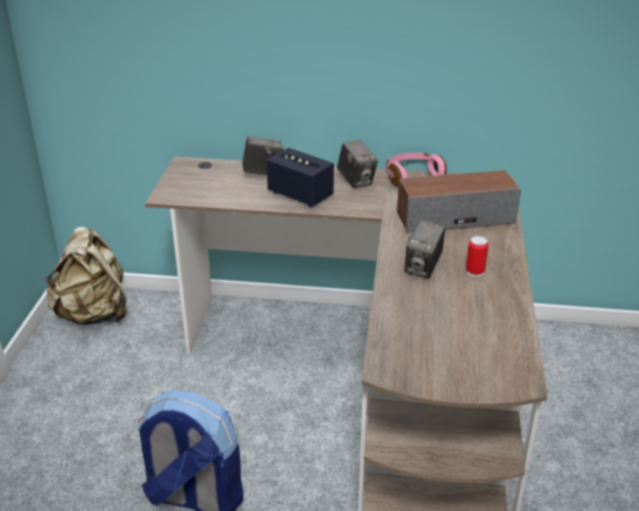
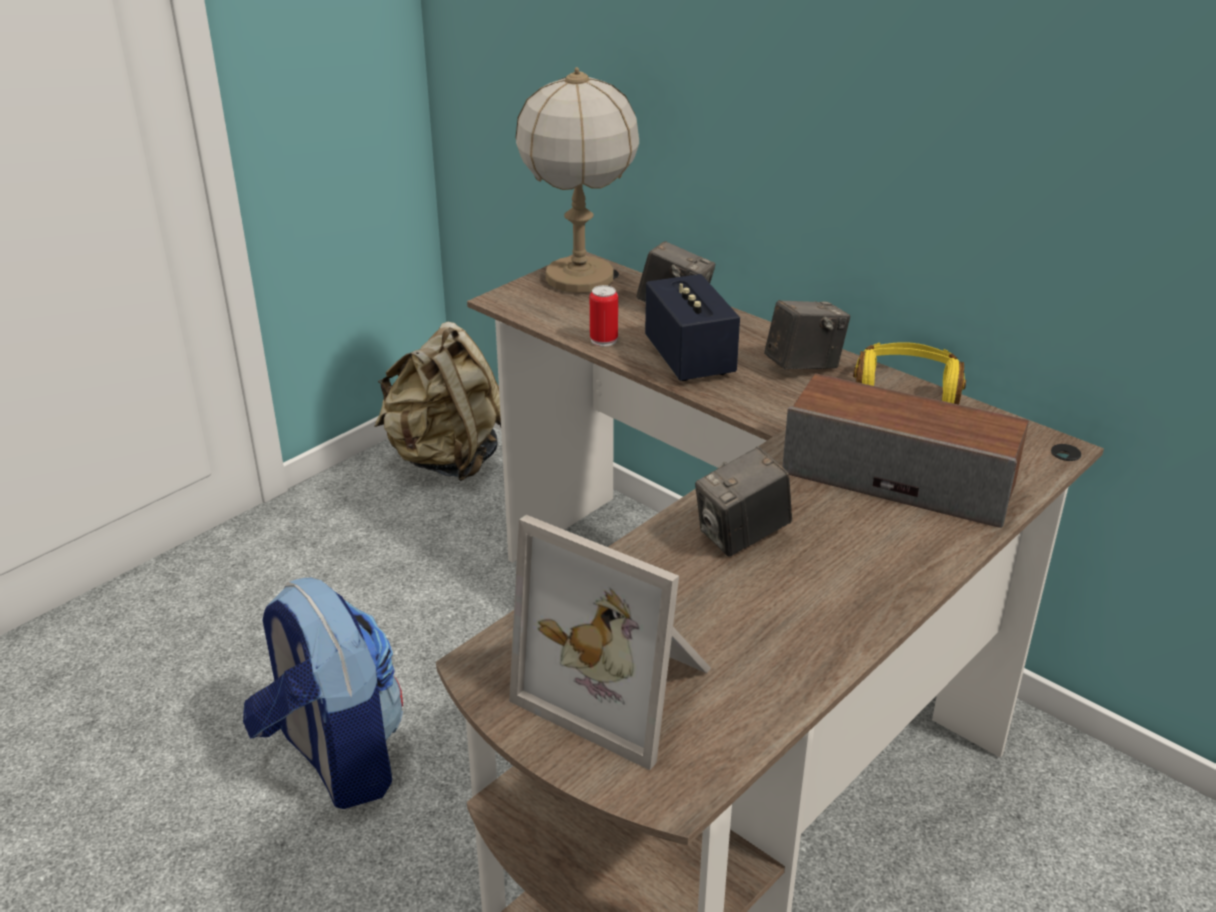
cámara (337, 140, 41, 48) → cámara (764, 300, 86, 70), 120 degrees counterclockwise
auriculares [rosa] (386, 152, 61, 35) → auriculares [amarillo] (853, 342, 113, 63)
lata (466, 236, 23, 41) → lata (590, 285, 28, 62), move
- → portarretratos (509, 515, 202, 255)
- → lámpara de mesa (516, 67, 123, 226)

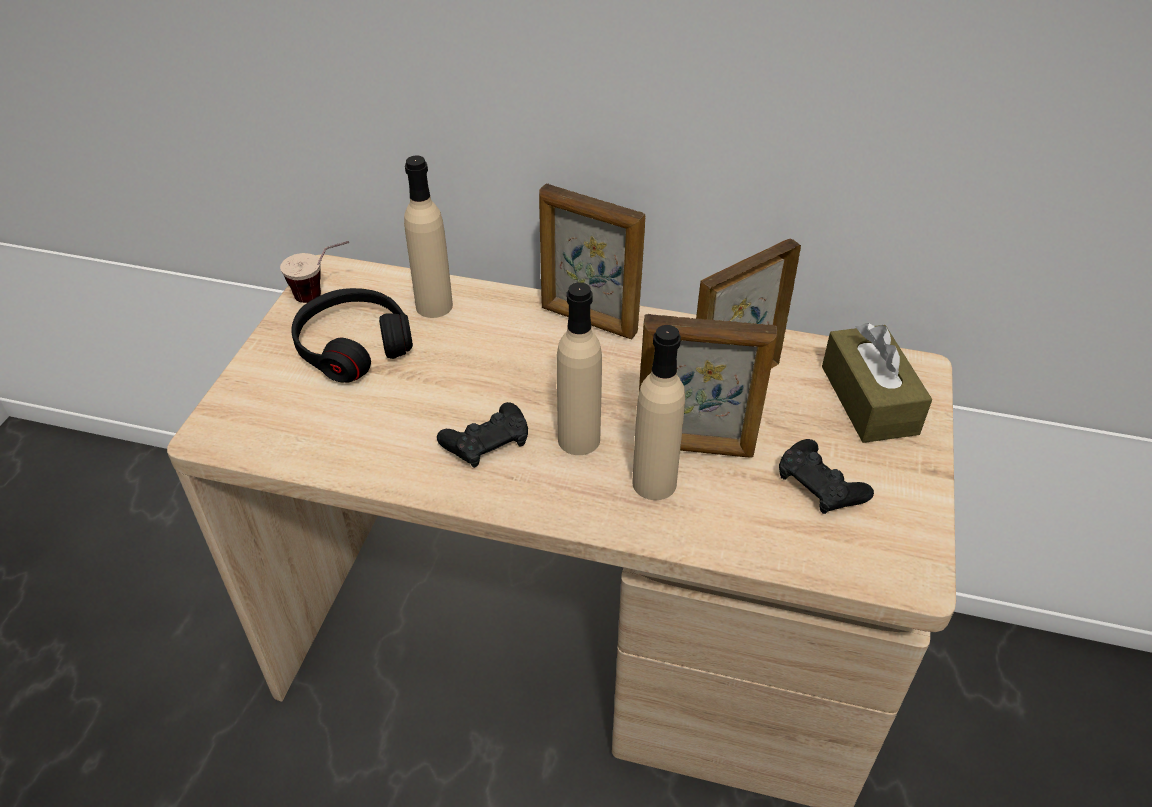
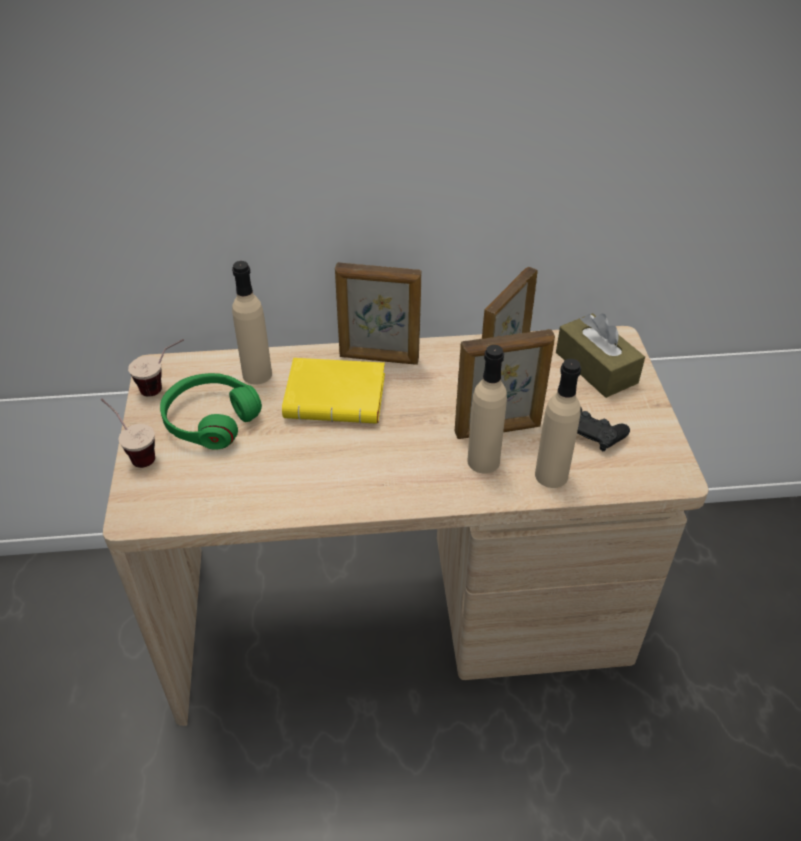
auriculares [negro] (291, 288, 122, 95) → auriculares [verde] (160, 373, 102, 77)
mando de consola [negro] (437, 402, 91, 66) → -
botella [beis] (557, 282, 45, 173) → botella [beis] (535, 359, 46, 129), move
- → taza (101, 398, 54, 70)
- → libro [amarillo] (282, 358, 103, 66)

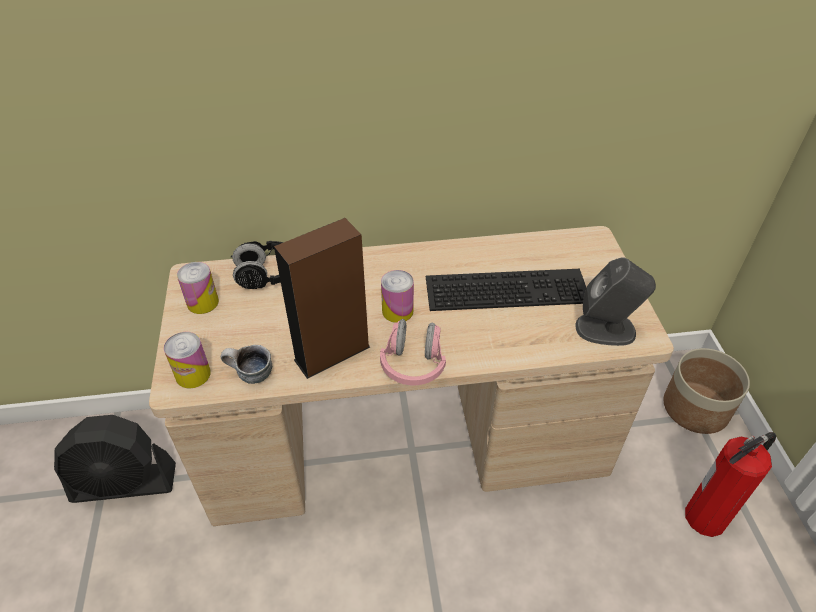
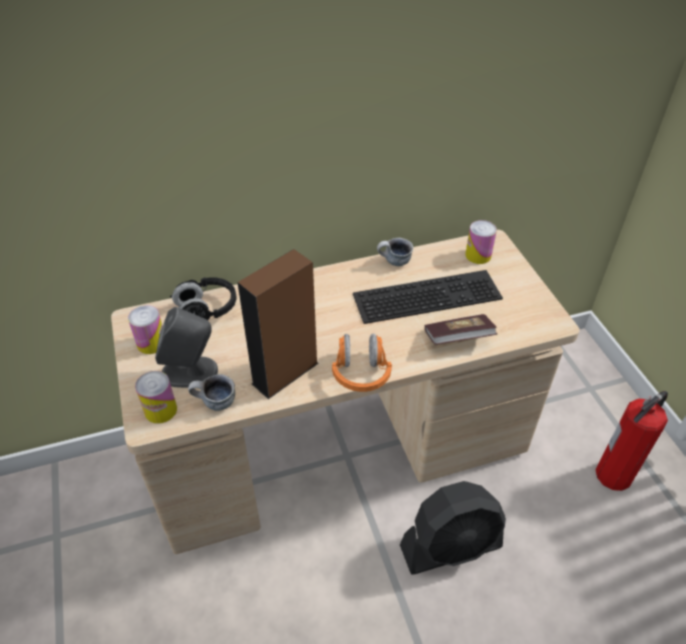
ventilador [negro] (54, 415, 122, 88) → ventilador [negro] (400, 481, 106, 94), move
auriculares [rosa] (380, 319, 66, 66) → auriculares [naranja] (332, 334, 60, 58)
lata (381, 270, 33, 53) → lata (465, 220, 32, 44), move
altavoz [gris] (575, 257, 81, 89) → altavoz [gris] (155, 307, 63, 81), move
maceta (664, 348, 86, 86) → -
- → taza grande (377, 238, 36, 28)
- → libro (425, 314, 72, 31)

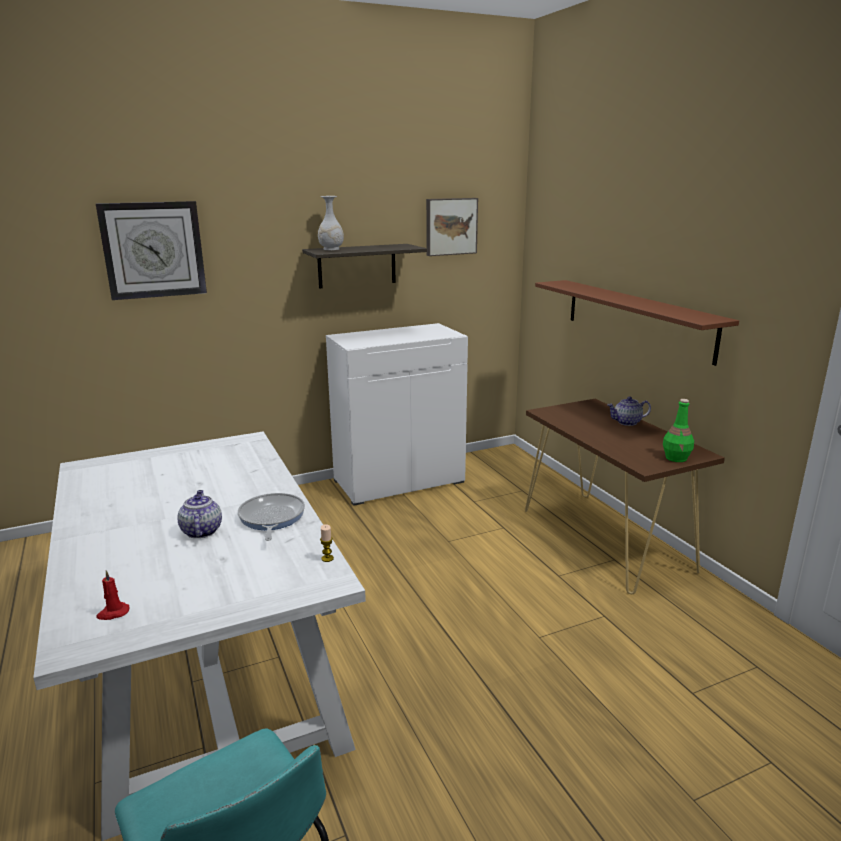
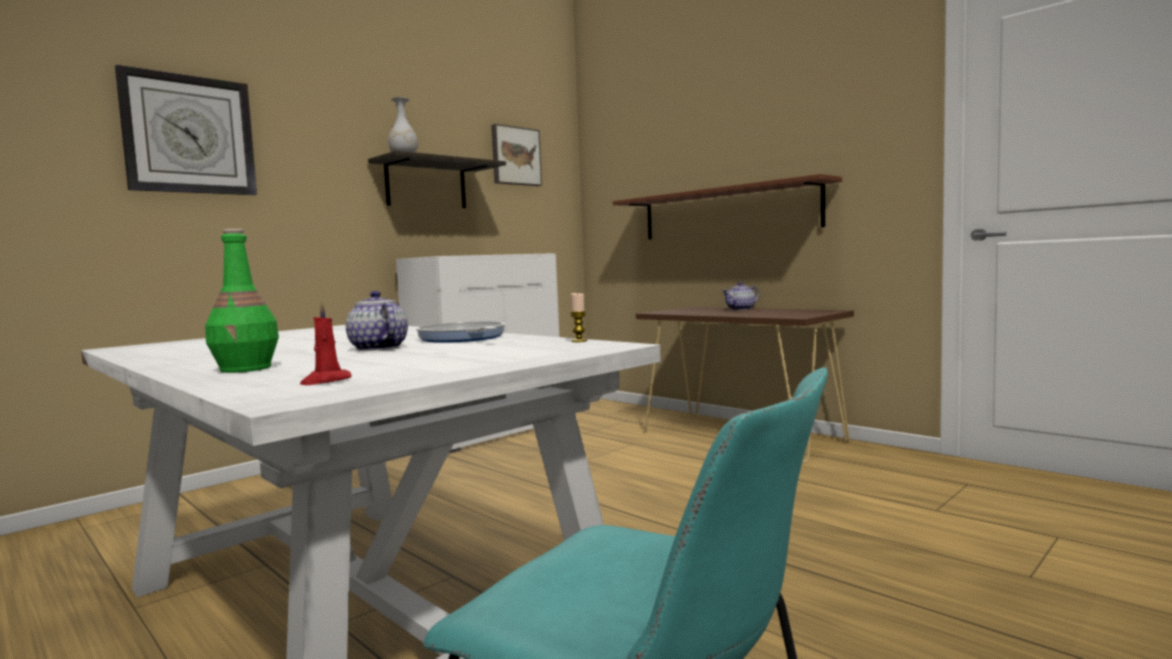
botella [verde] (663, 399, 31, 63) → botella [verde] (205, 229, 74, 144), move

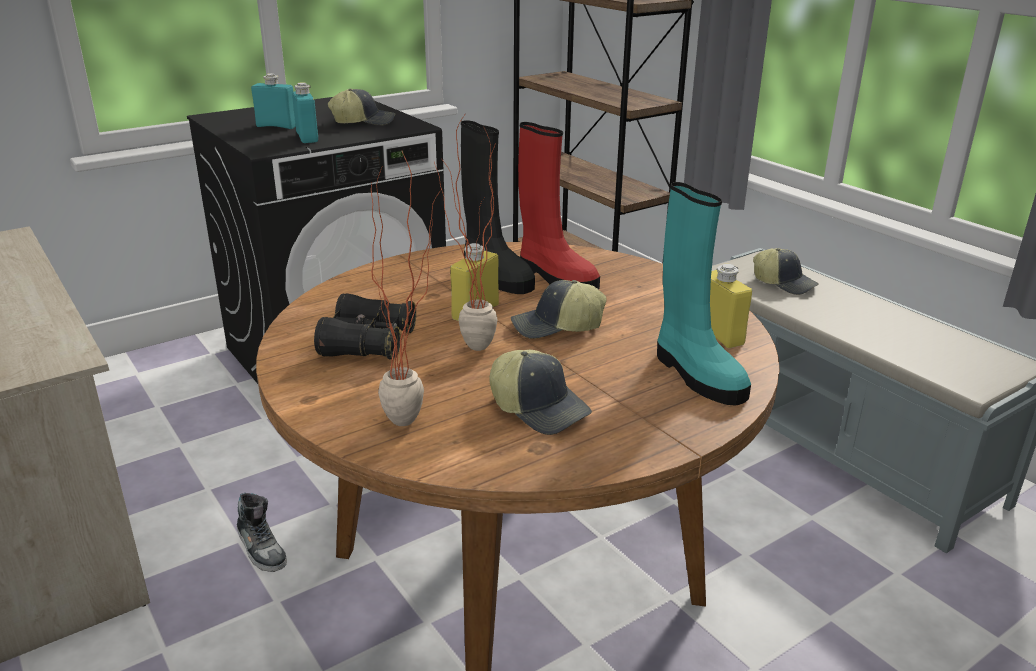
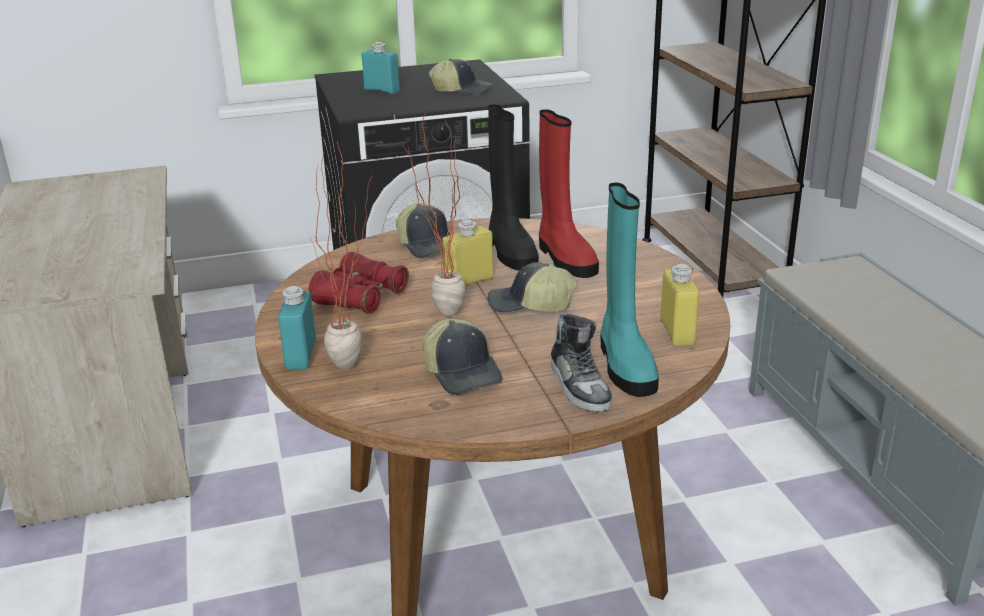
zapato (237, 493, 50, 79) → zapato (550, 314, 62, 98), move
botella [turquesa] (292, 82, 26, 61) → botella [turquesa] (278, 286, 38, 84), move
prismáticos [negro] (314, 293, 102, 67) → prismáticos [rojo] (309, 252, 100, 62)
gorra (753, 248, 66, 47) → gorra (396, 203, 54, 55), move

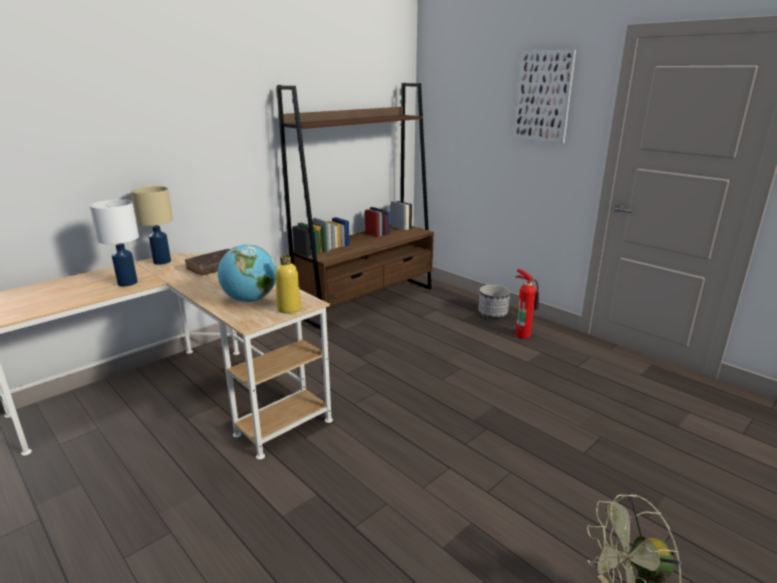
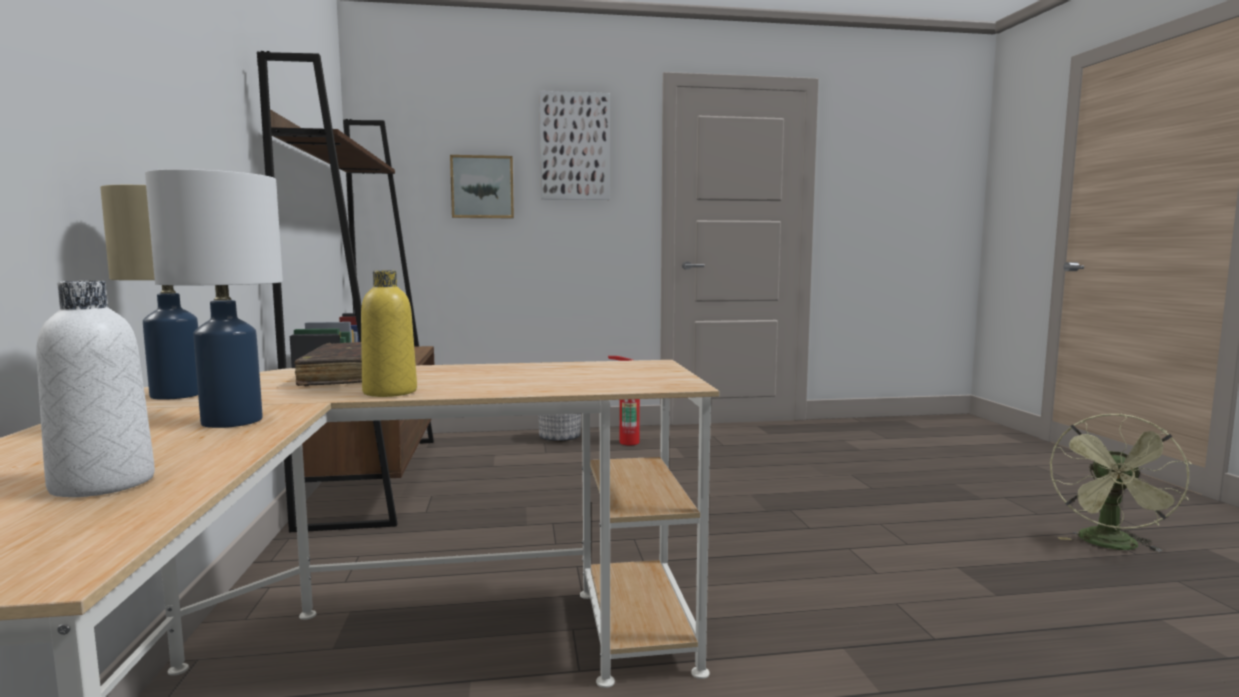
globo terráqueo (218, 245, 58, 57) → -
botella [amarillo] (275, 255, 26, 59) → botella [amarillo] (361, 271, 56, 126), move
- → botella [blanco] (36, 281, 119, 216)
- → cuadro (450, 155, 64, 63)

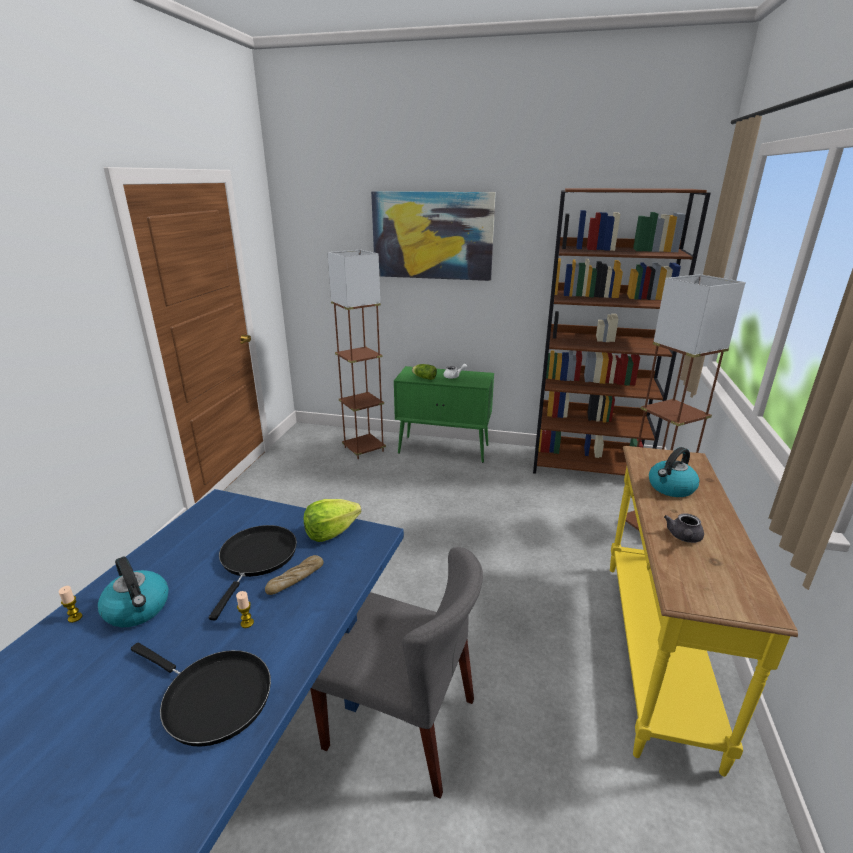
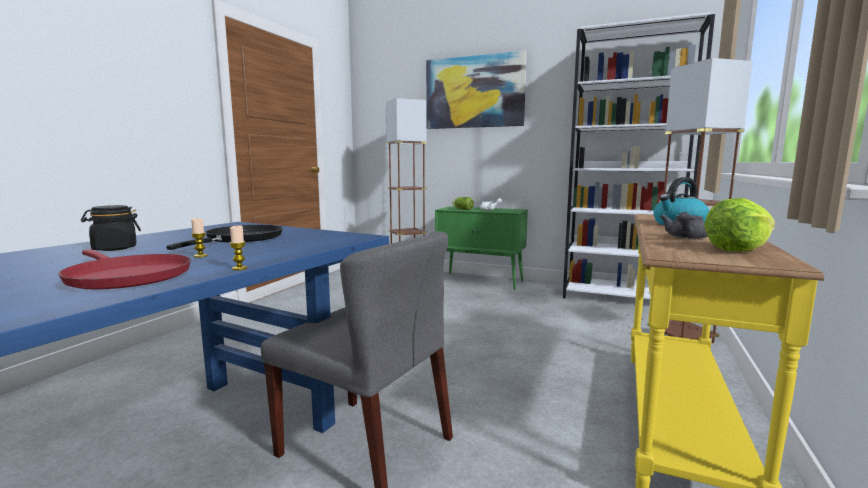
vela (59, 586, 24, 37) → vela (230, 225, 17, 45), move
hervidor (98, 556, 71, 71) → tarro [negro] (81, 205, 60, 46)
sartén [negro] (131, 643, 140, 104) → sartén [rojo] (58, 249, 133, 40)
pan (265, 555, 59, 40) → -
lechuga (304, 499, 57, 43) → lechuga (704, 198, 71, 54), move
estantería [marrón] (533, 188, 178, 288) → estantería [blanco] (563, 12, 152, 287)

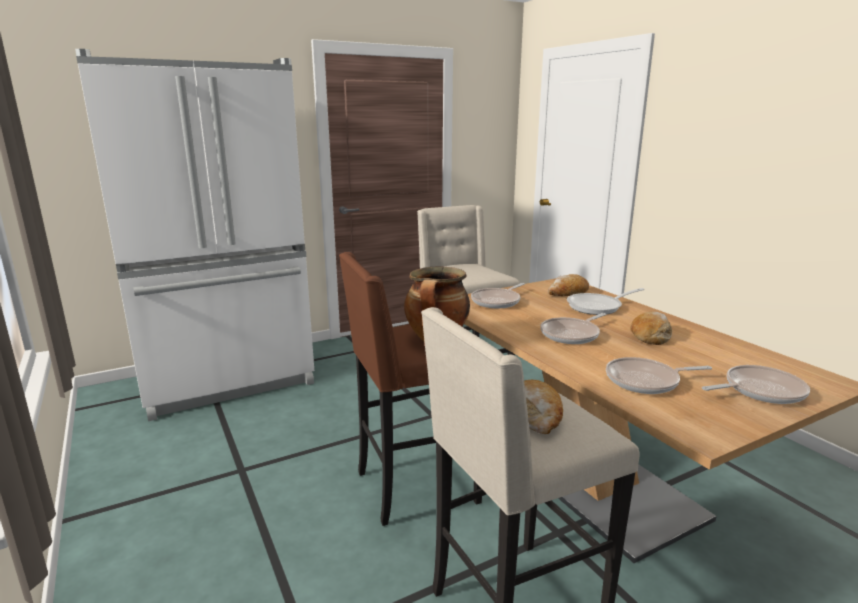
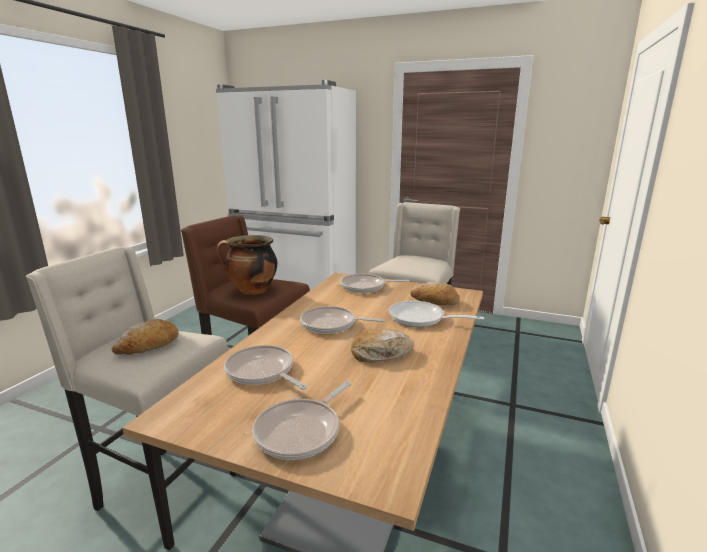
sartén (702, 365, 108, 39) → sartén (252, 381, 99, 79), 90 degrees clockwise

